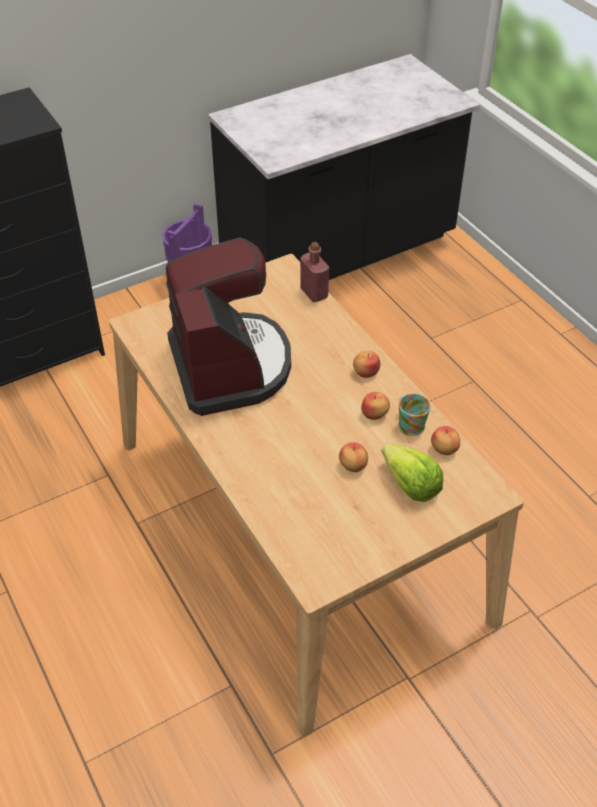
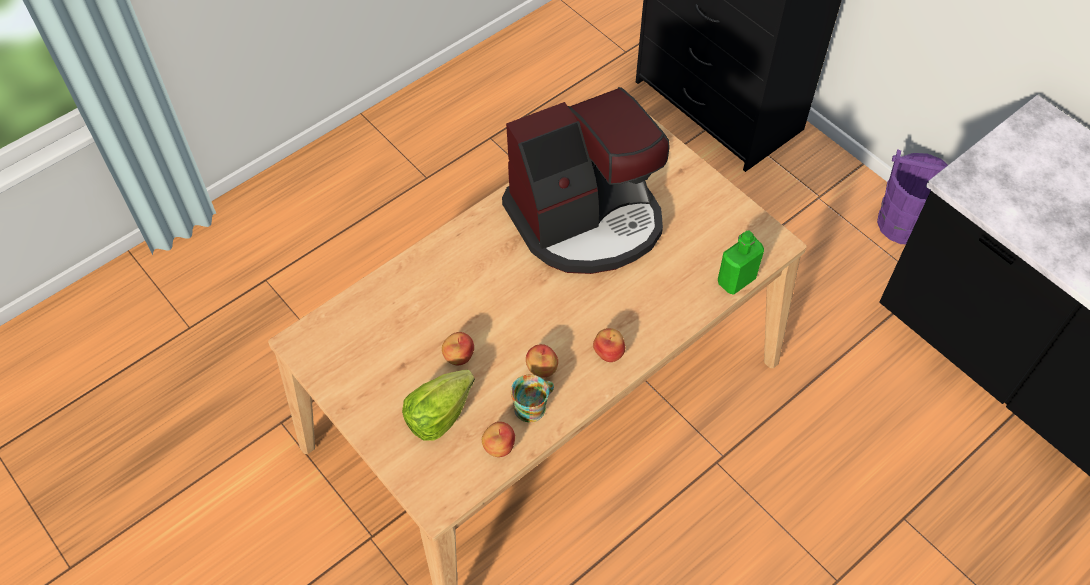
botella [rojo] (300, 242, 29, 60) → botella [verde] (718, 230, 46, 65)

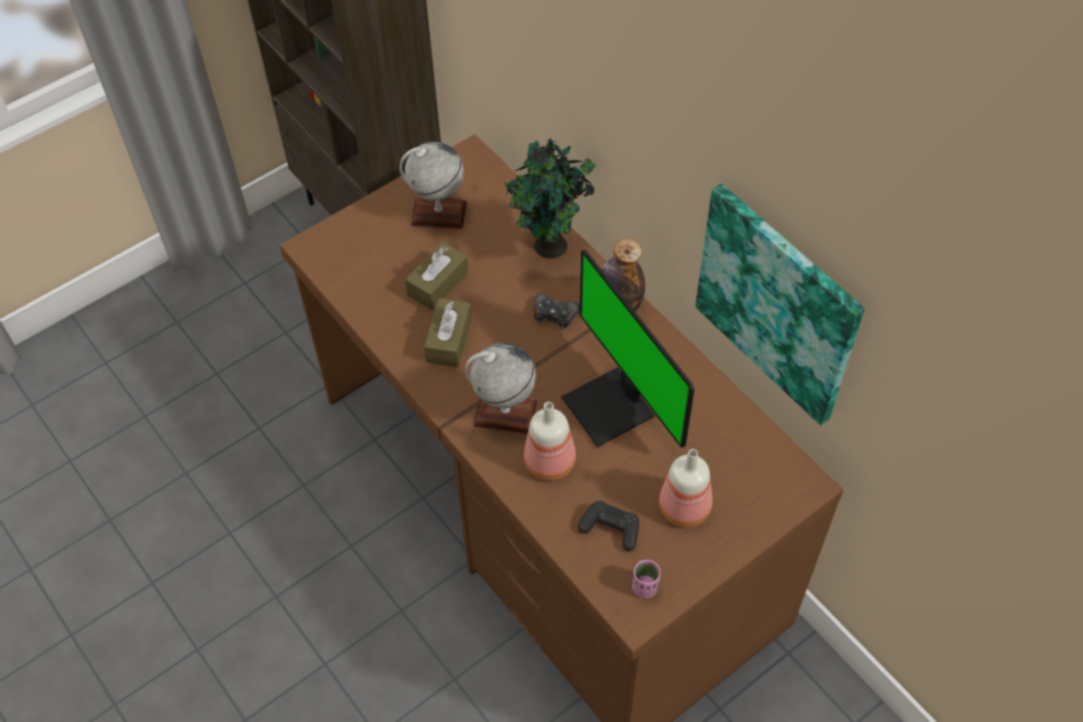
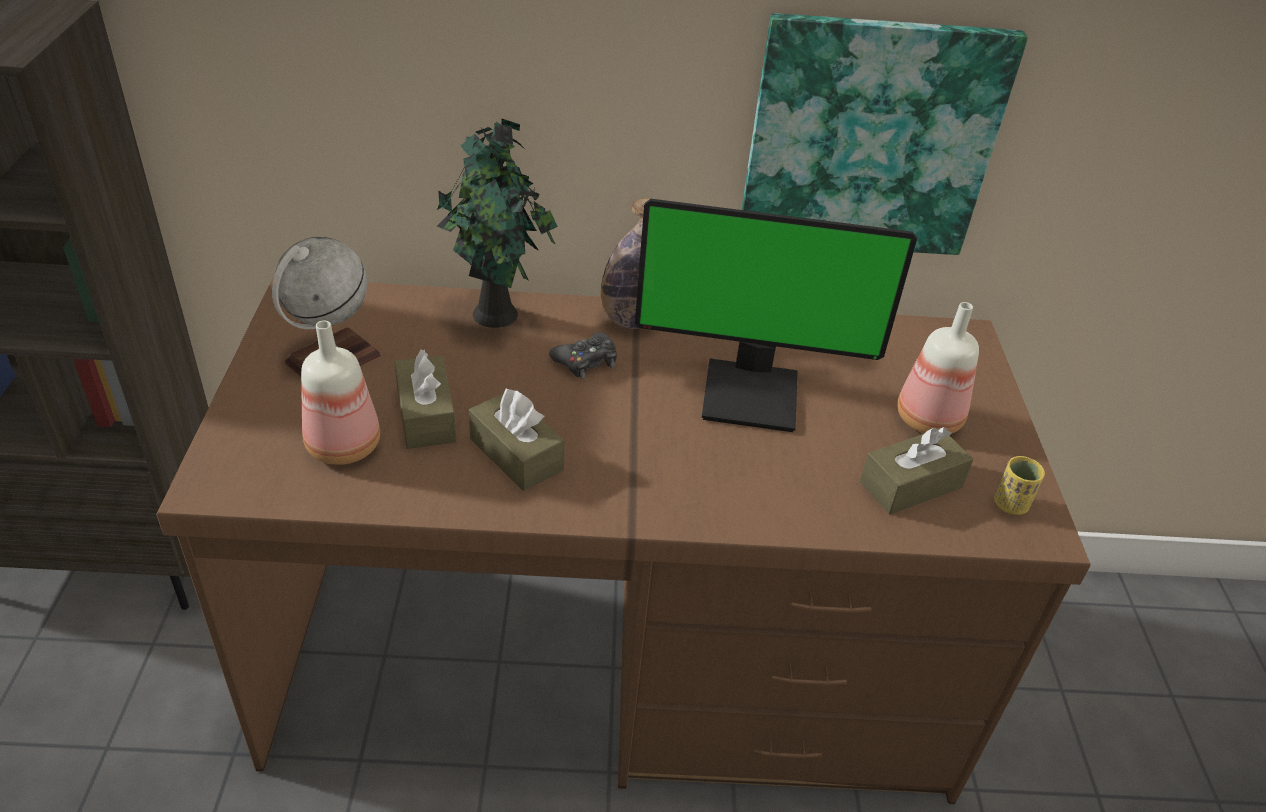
globo terráqueo (465, 343, 72, 91) → -
botella (524, 402, 52, 78) → botella (301, 320, 79, 145), move
mando de consola [negro] (578, 501, 61, 50) → caja de pañuelos [marrón] (860, 427, 113, 87)
taza [rosa] (632, 560, 29, 38) → taza [amarillo] (994, 456, 51, 59)

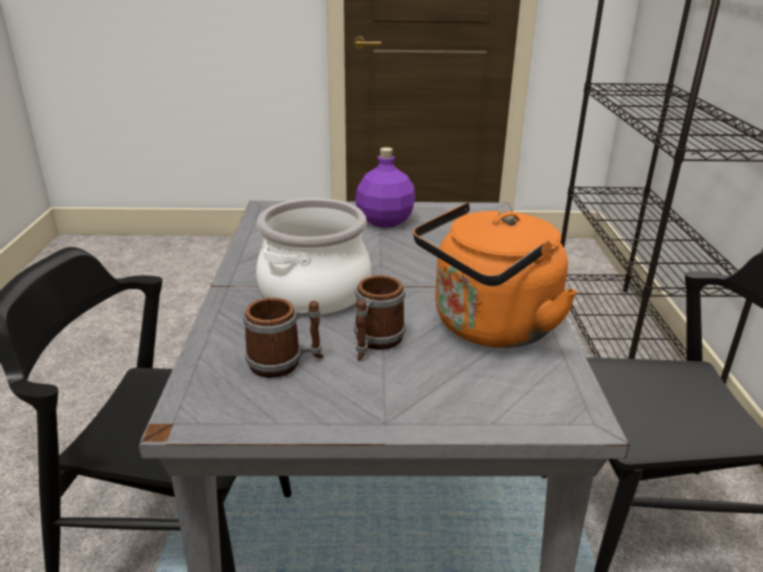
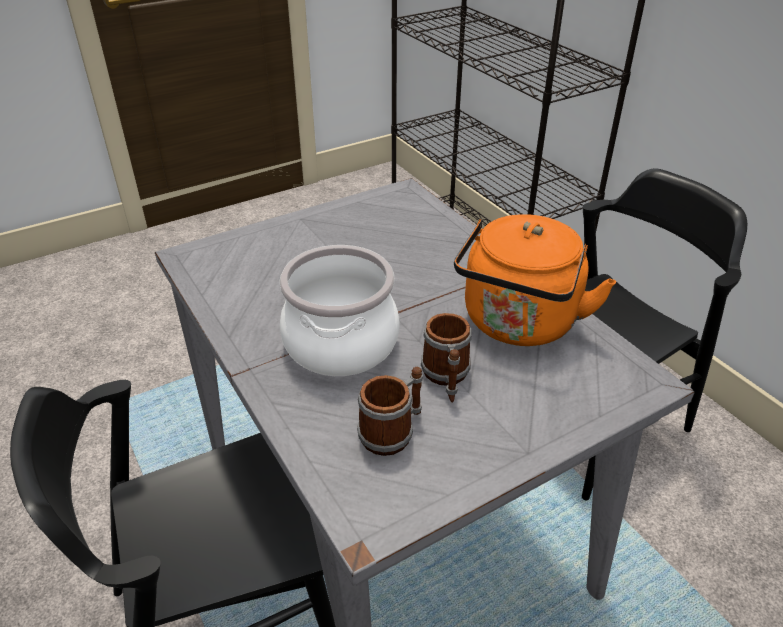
botella [morado] (355, 147, 60, 81) → -

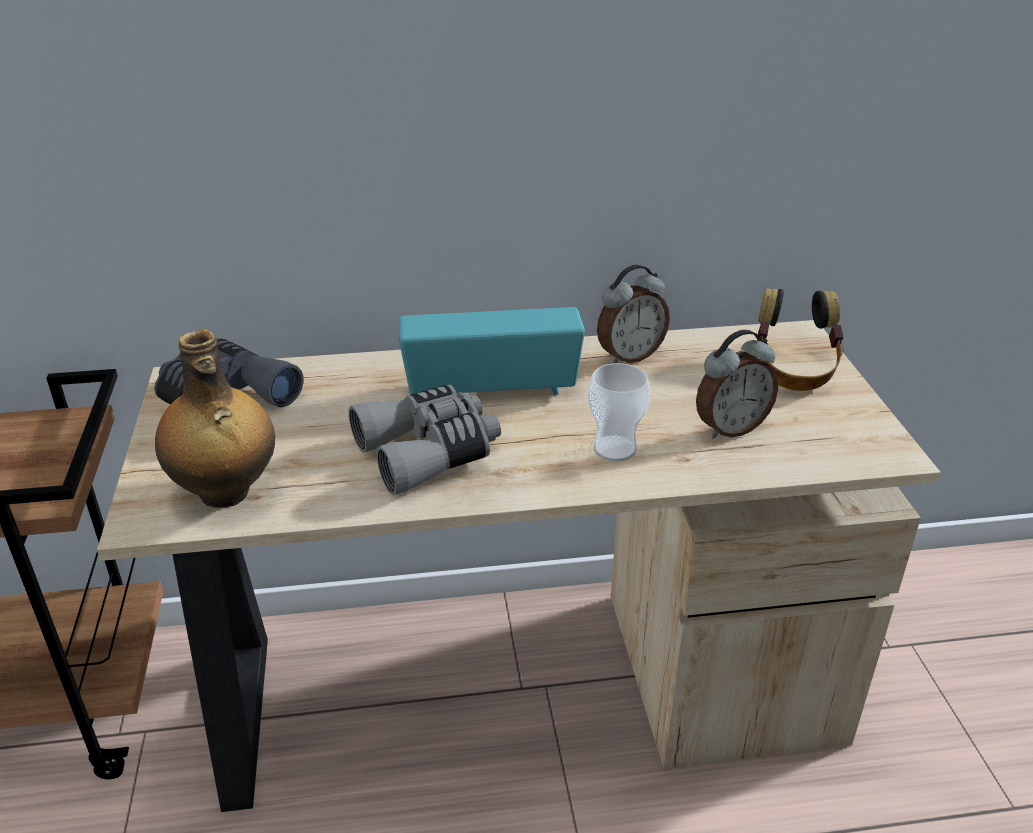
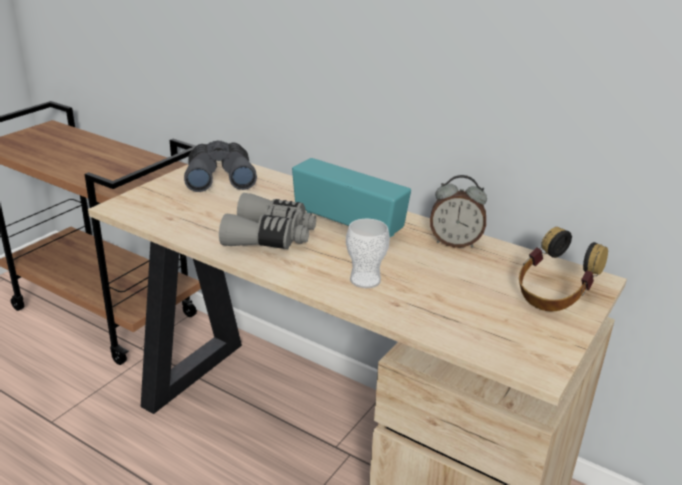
botella (155, 330, 120, 178) → -
despertador (696, 330, 82, 109) → -

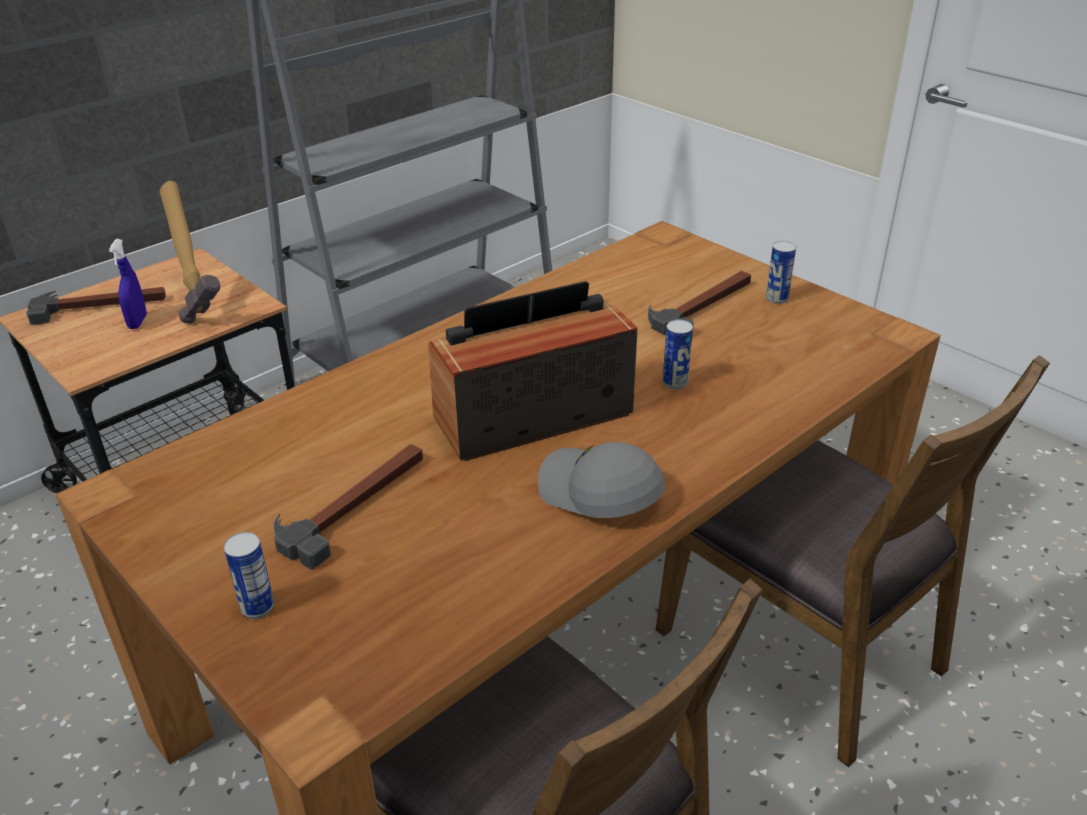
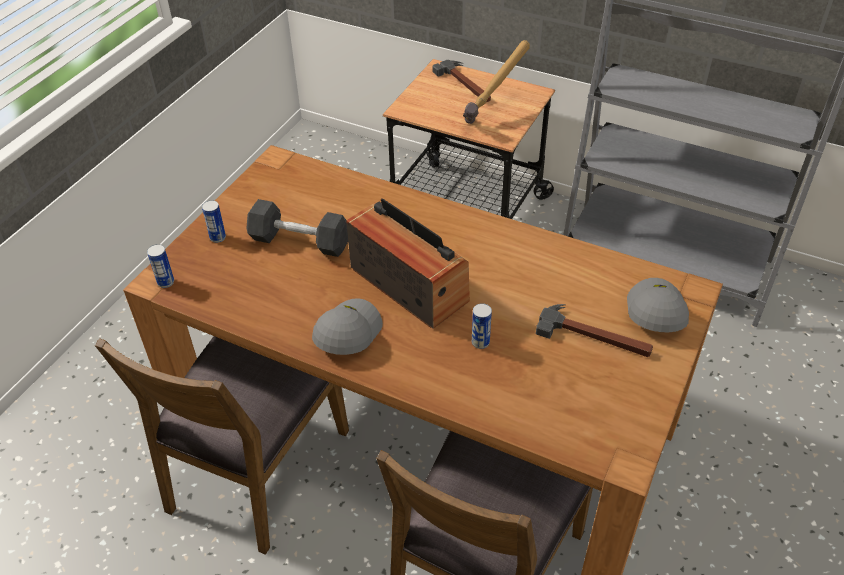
pulverizador [azul] (109, 239, 38, 90) → -
martillo (273, 444, 150, 126) → mancuerna [negro] (246, 199, 102, 58)
lata (766, 241, 30, 63) → lata (147, 244, 27, 44), move
- → gorra [gris] (627, 278, 62, 54)

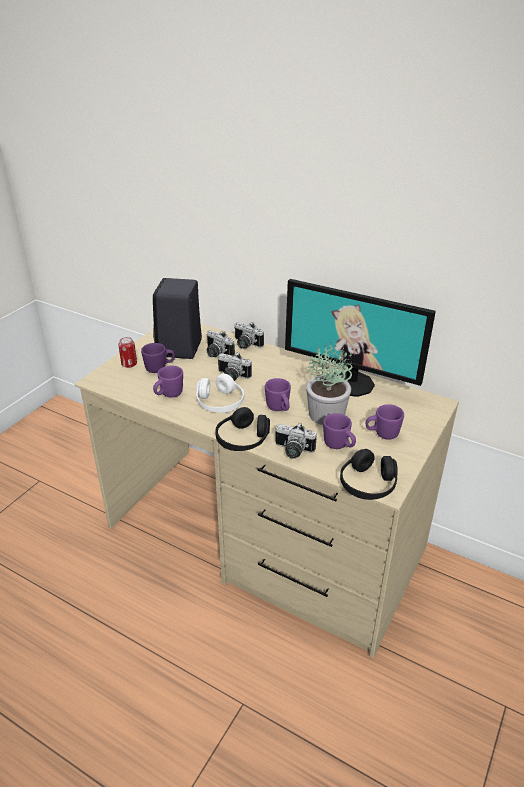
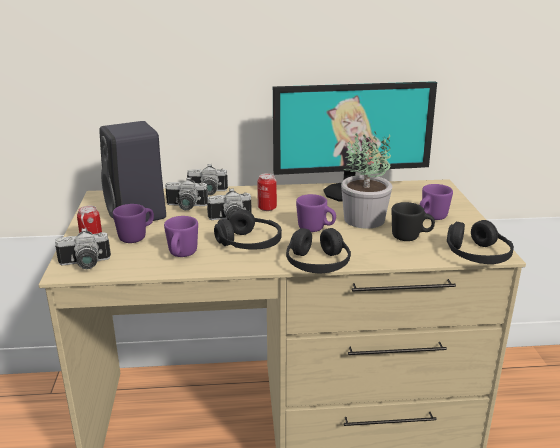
auriculares [blanco] (196, 373, 48, 40) → auriculares [negro] (214, 209, 68, 41)
cámara (275, 423, 42, 36) → cámara (55, 228, 56, 41), move
taza grande [morado] (323, 413, 33, 36) → taza grande [negro] (392, 202, 43, 39)
- → lata (257, 173, 20, 38)

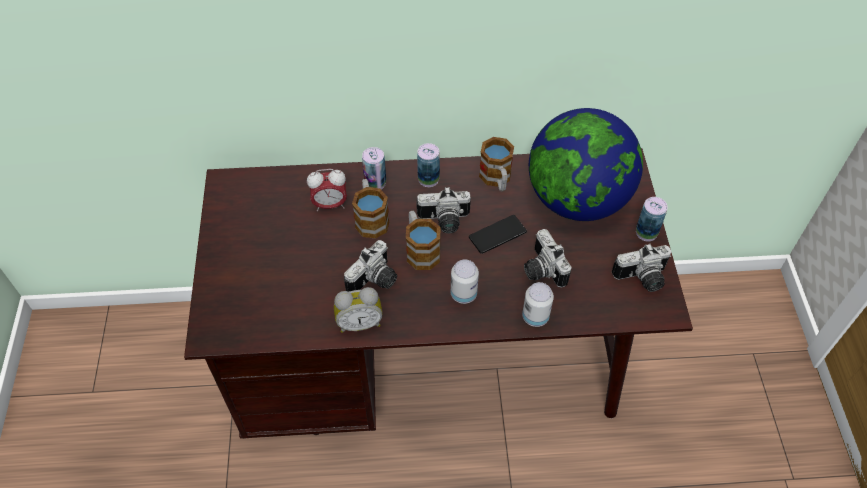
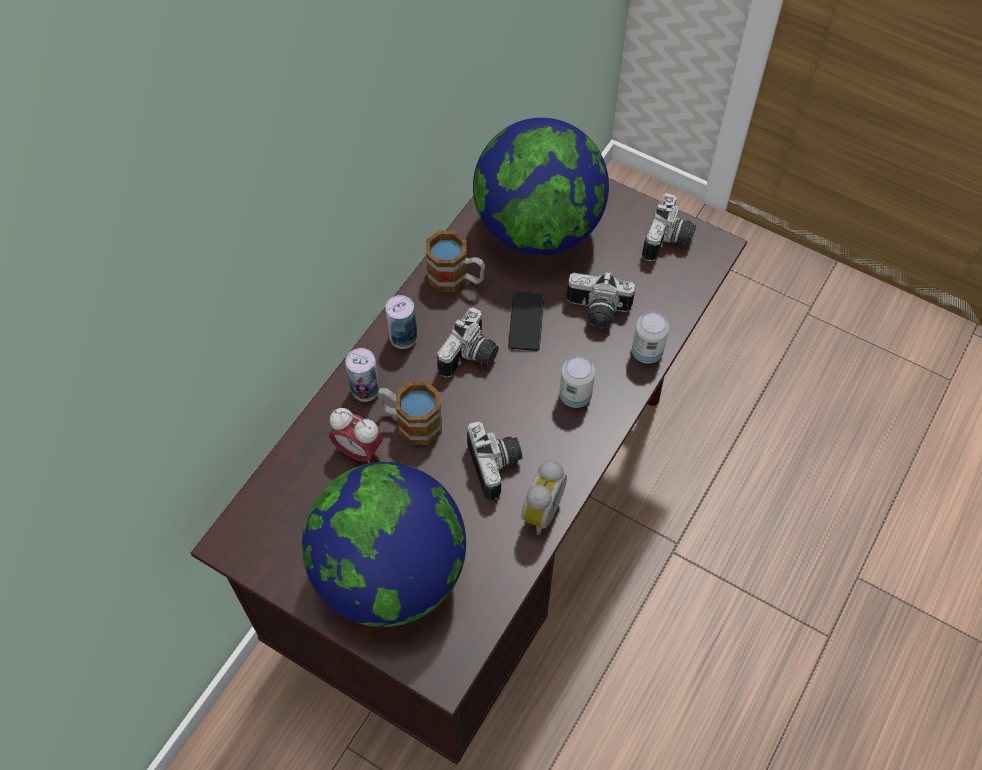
despertador (307, 169, 40, 42) → despertador (329, 408, 54, 55), 90 degrees clockwise
taza grande (406, 211, 34, 59) → -
lata (636, 197, 32, 44) → -
- → globo terráqueo (302, 462, 164, 165)

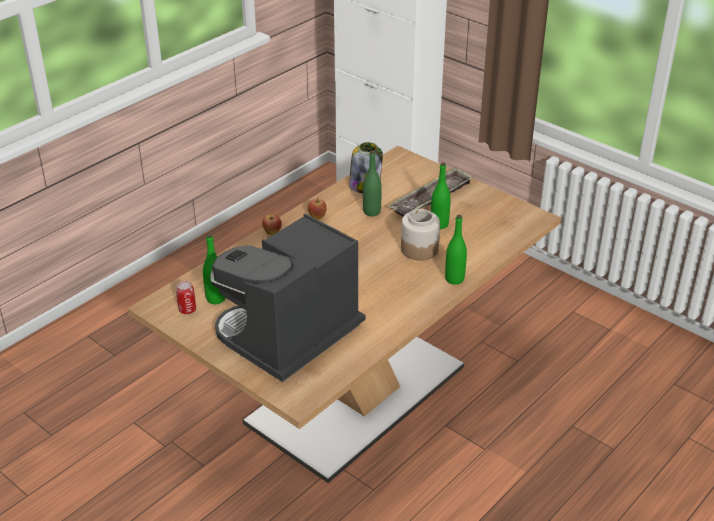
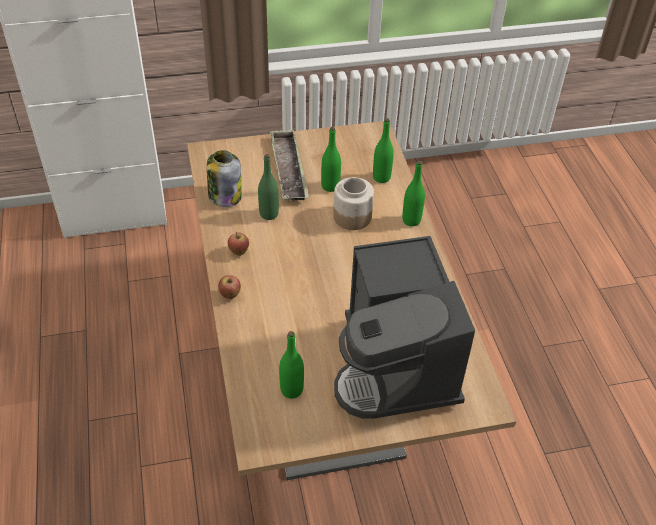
lata (176, 281, 20, 33) → -
- → botella [verde] (373, 118, 21, 65)

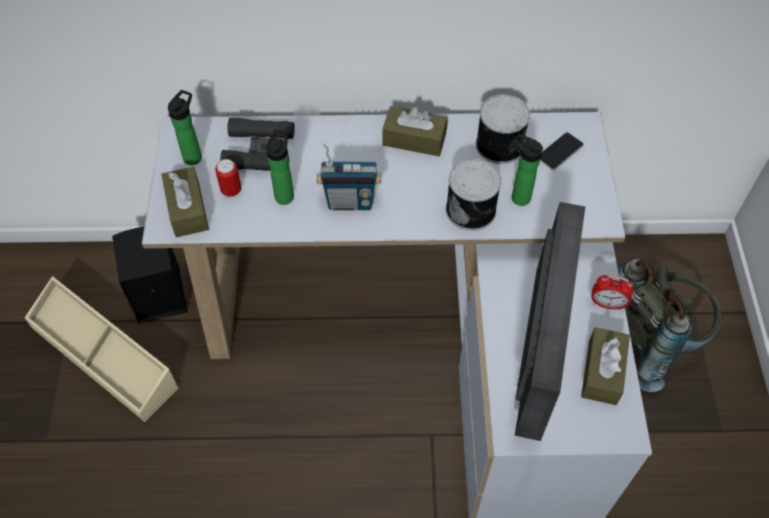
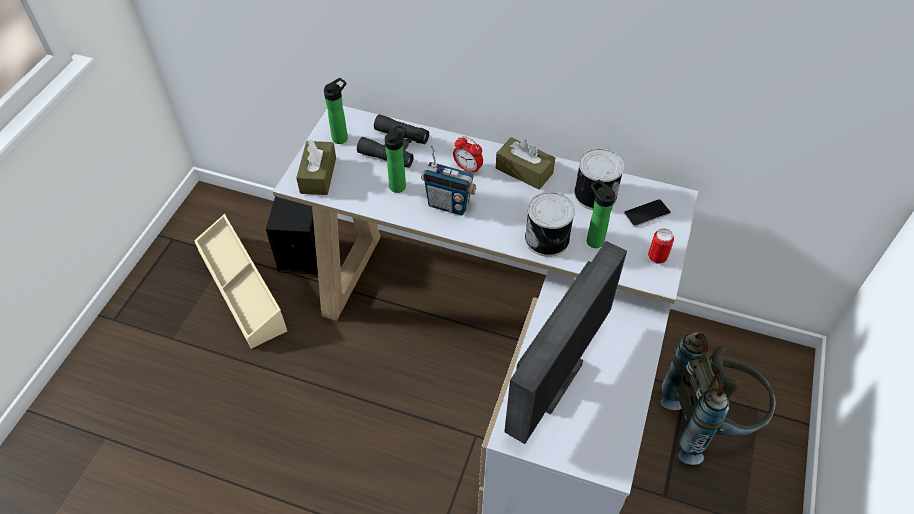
lata (215, 159, 26, 38) → lata (648, 229, 26, 35), move
caja de pañuelos [marrón] (581, 327, 49, 78) → -
despertador (591, 275, 43, 35) → despertador (453, 136, 30, 39), move

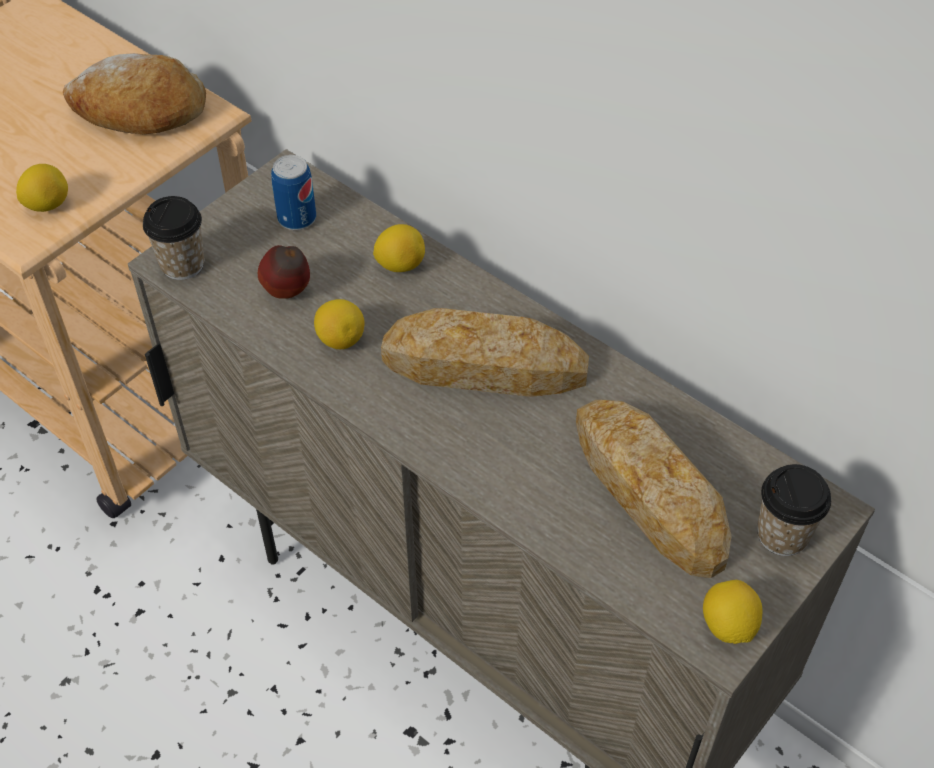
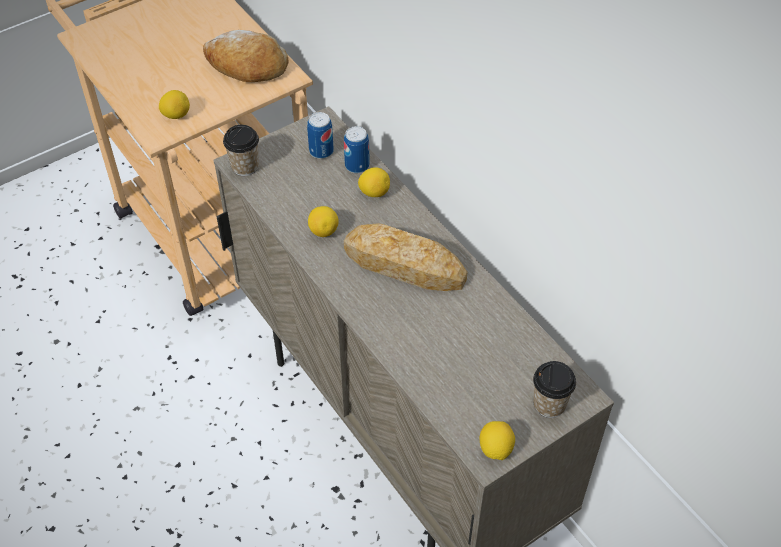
manzana (258, 245, 52, 54) → -
pan (576, 400, 156, 178) → -
- → lata (344, 126, 26, 47)

